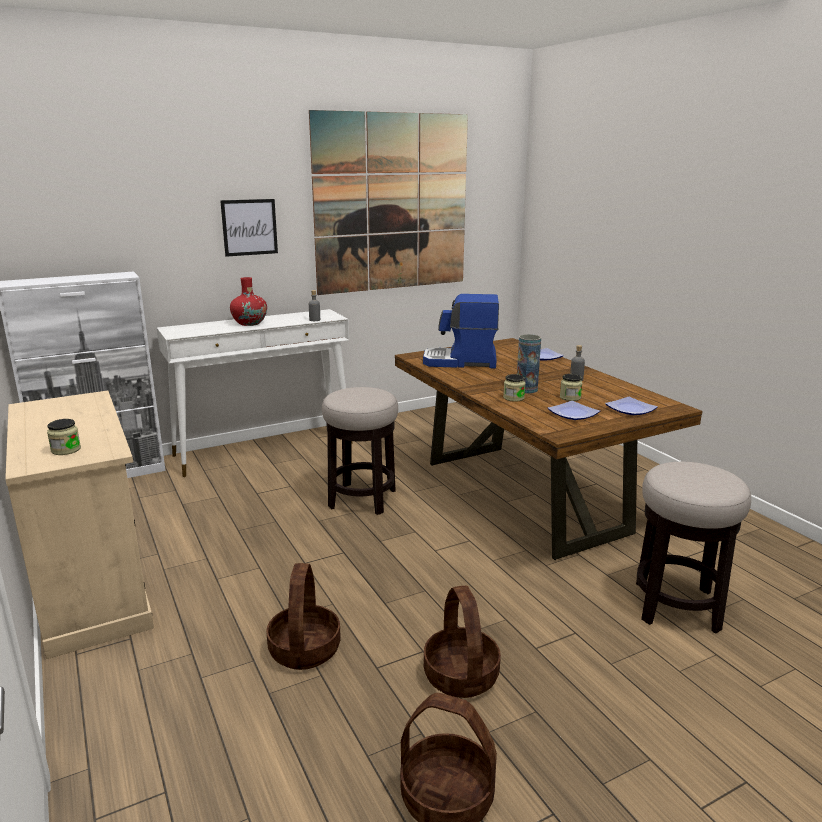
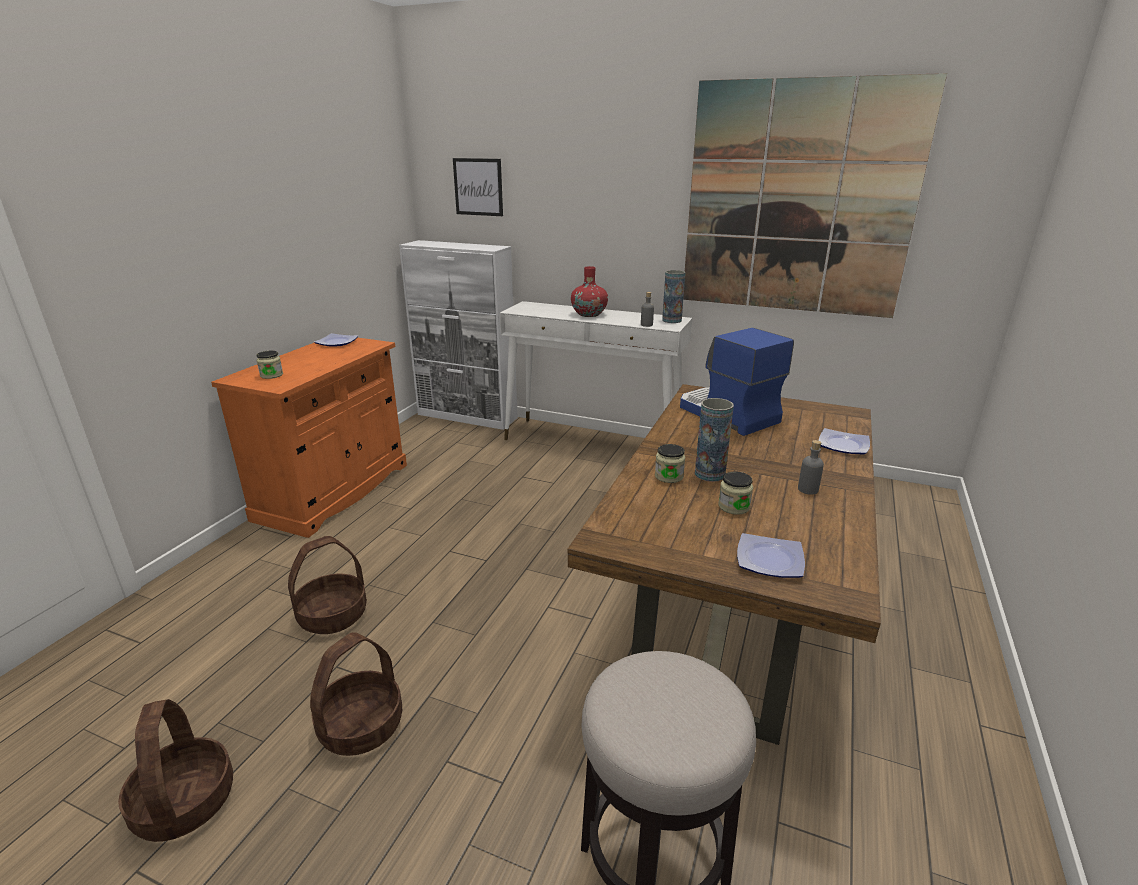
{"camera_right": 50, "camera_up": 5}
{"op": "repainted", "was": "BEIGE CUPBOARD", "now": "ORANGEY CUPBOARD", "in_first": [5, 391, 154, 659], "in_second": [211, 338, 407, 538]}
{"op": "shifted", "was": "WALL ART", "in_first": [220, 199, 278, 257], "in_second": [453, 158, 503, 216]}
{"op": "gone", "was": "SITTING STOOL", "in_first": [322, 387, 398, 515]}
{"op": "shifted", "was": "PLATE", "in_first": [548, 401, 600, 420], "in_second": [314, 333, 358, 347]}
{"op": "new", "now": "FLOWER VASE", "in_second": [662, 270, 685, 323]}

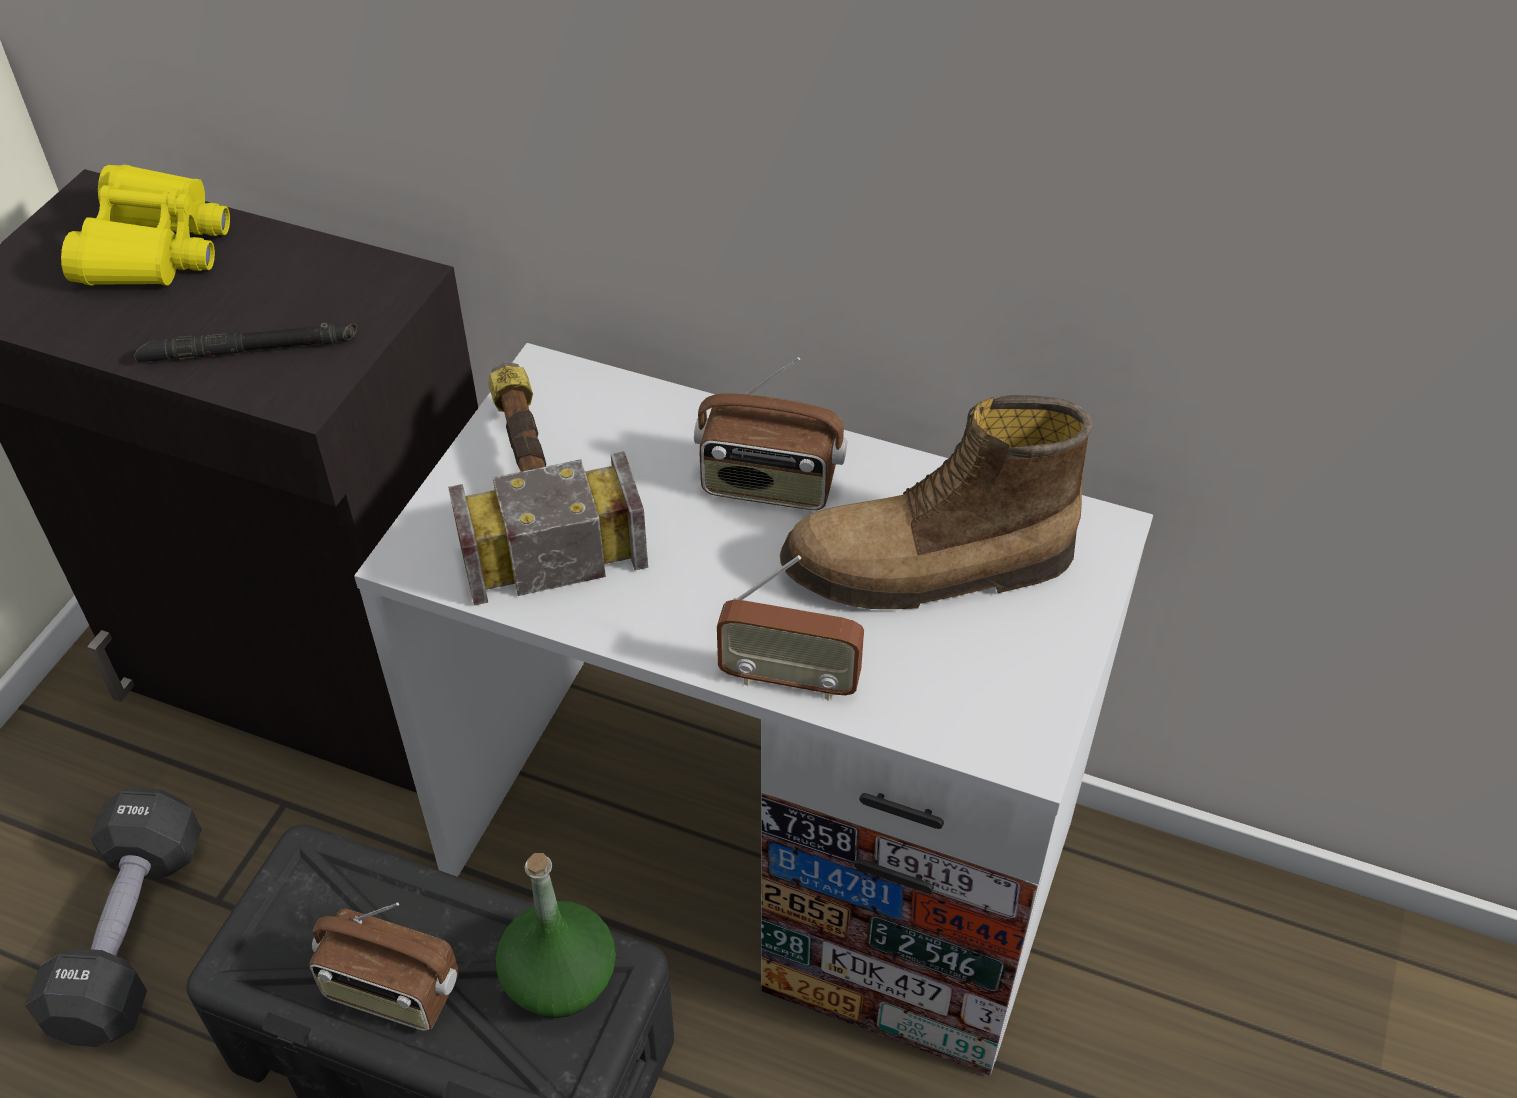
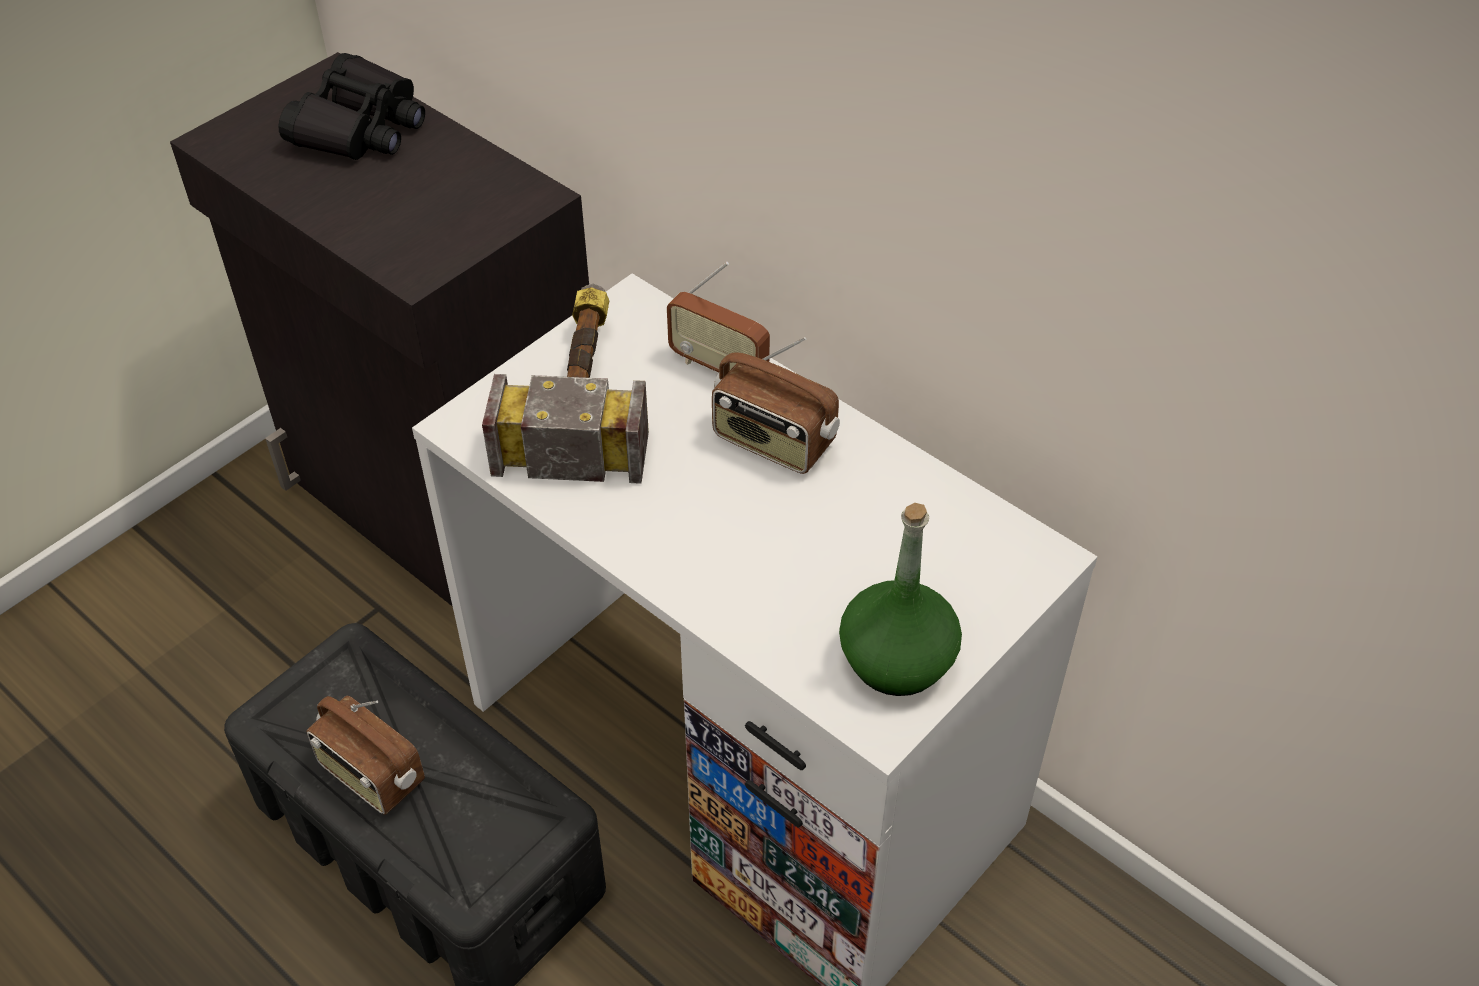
{"camera_right": 20, "camera_up": 0}
{"op": "gone", "was": "BLACKISH FREE WEIGHT", "in_first": [25, 788, 201, 1047]}
{"op": "repainted", "was": "YELLOW-COLOURED BINOCULARS", "now": "BLACKISH BINOCULARS", "in_first": [61, 164, 230, 286], "in_second": [278, 53, 425, 160]}
{"op": "gone", "was": "BLACKISH TORCH", "in_first": [134, 323, 357, 362]}
{"op": "shifted", "was": "GREEN-COLOURED DRINK BOTTLE", "in_first": [496, 853, 616, 1018], "in_second": [839, 503, 962, 696]}
{"op": "shifted", "was": "RADIO RECEIVER", "in_first": [717, 555, 864, 701], "in_second": [667, 262, 770, 372]}
{"op": "gone", "was": "TALL BOOT", "in_first": [780, 395, 1093, 609]}

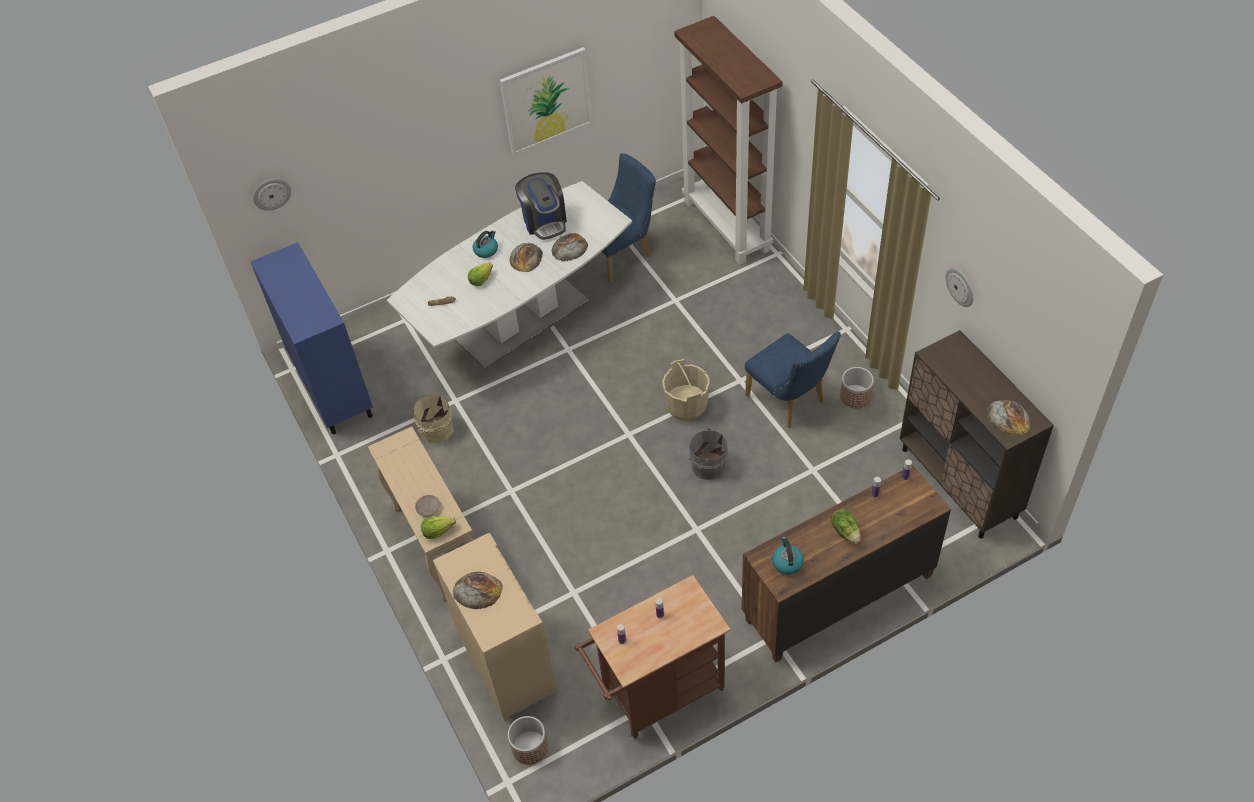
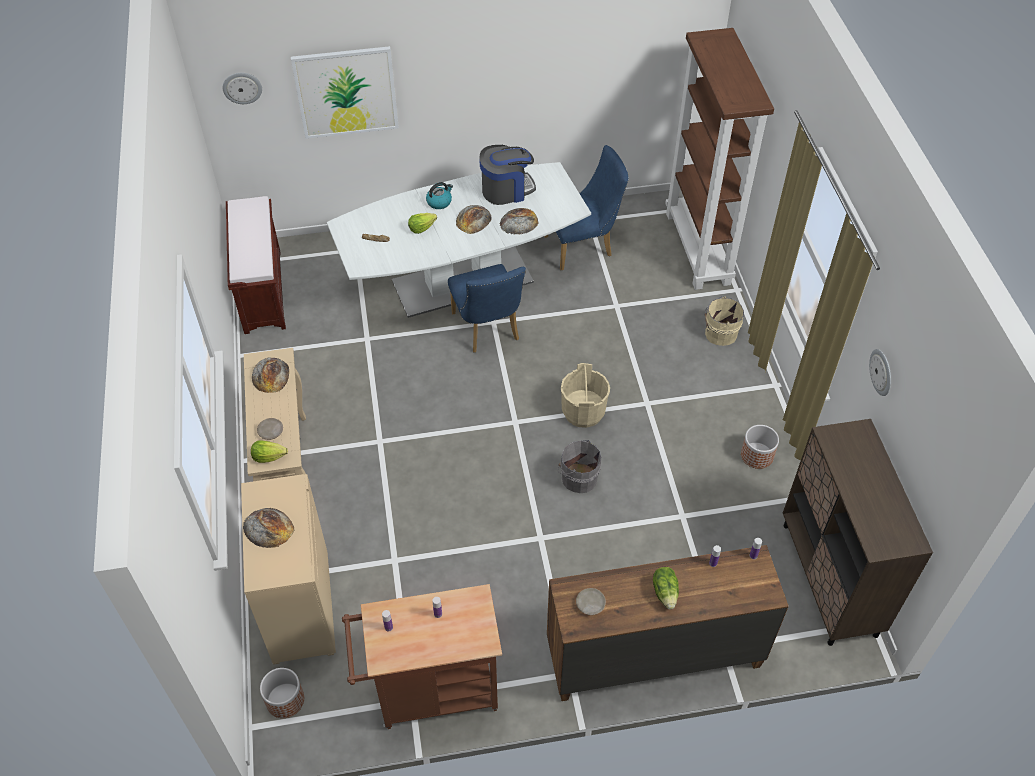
{"camera_right": 15, "camera_up": 0}
{"op": "swapped", "was": "BLUE CUPBOARD", "now": "BROWN LONG SEAT", "in_first": [250, 242, 373, 434], "in_second": [226, 196, 286, 334]}
{"op": "shifted", "was": "BEIGE WATER BUCKET", "in_first": [413, 394, 453, 443], "in_second": [705, 296, 744, 346]}
{"op": "shifted", "was": "WALL ART", "in_first": [500, 47, 593, 155], "in_second": [291, 46, 399, 139]}
{"op": "rotated", "was": "COFFEE MAKER", "in_first": [515, 172, 567, 240], "in_second": [479, 145, 536, 205], "clockwise": -105}
{"op": "shifted", "was": "BLUE UPRIGHT CHAIR", "in_first": [745, 331, 841, 428], "in_second": [448, 264, 526, 353]}
{"op": "swapped", "was": "TEA KETTLE", "now": "BEIGE PLATE", "in_first": [772, 537, 804, 575], "in_second": [576, 588, 606, 615]}
{"op": "shifted", "was": "BAKED BREAD", "in_first": [987, 400, 1031, 436], "in_second": [252, 357, 289, 393]}

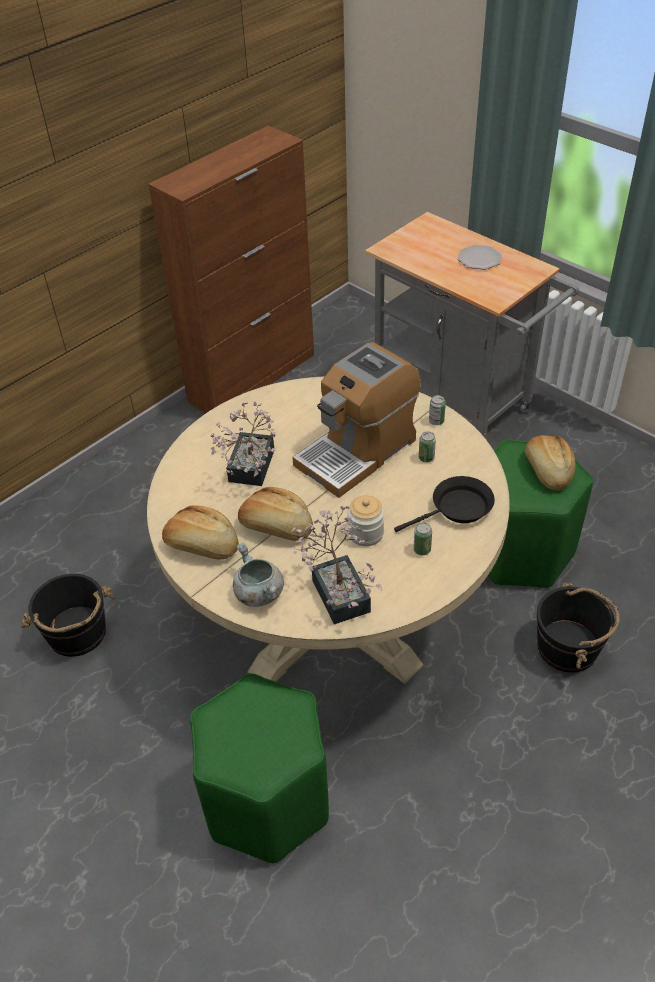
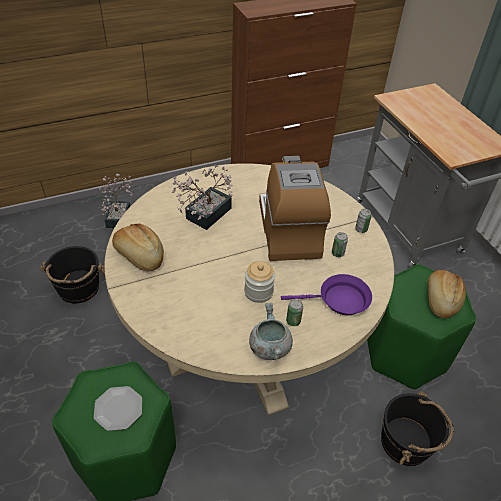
{"camera_right": 20, "camera_up": 0}
{"op": "shifted", "was": "GREYISH COOKING POT", "in_first": [233, 543, 284, 607], "in_second": [249, 303, 293, 360]}
{"op": "gone", "was": "BAKED BREAD", "in_first": [238, 487, 313, 541]}
{"op": "shifted", "was": "POTTED PLANT", "in_first": [291, 506, 382, 624], "in_second": [99, 174, 133, 228]}
{"op": "rotated", "was": "COFFEE MAKER", "in_first": [292, 342, 421, 498], "in_second": [259, 156, 331, 261], "clockwise": 105}
{"op": "repainted", "was": "BLACKISH PAN", "now": "PURPLISH PAN", "in_first": [394, 476, 495, 532], "in_second": [281, 274, 372, 315]}
{"op": "shifted", "was": "PLATE", "in_first": [458, 245, 502, 270], "in_second": [94, 386, 142, 431]}

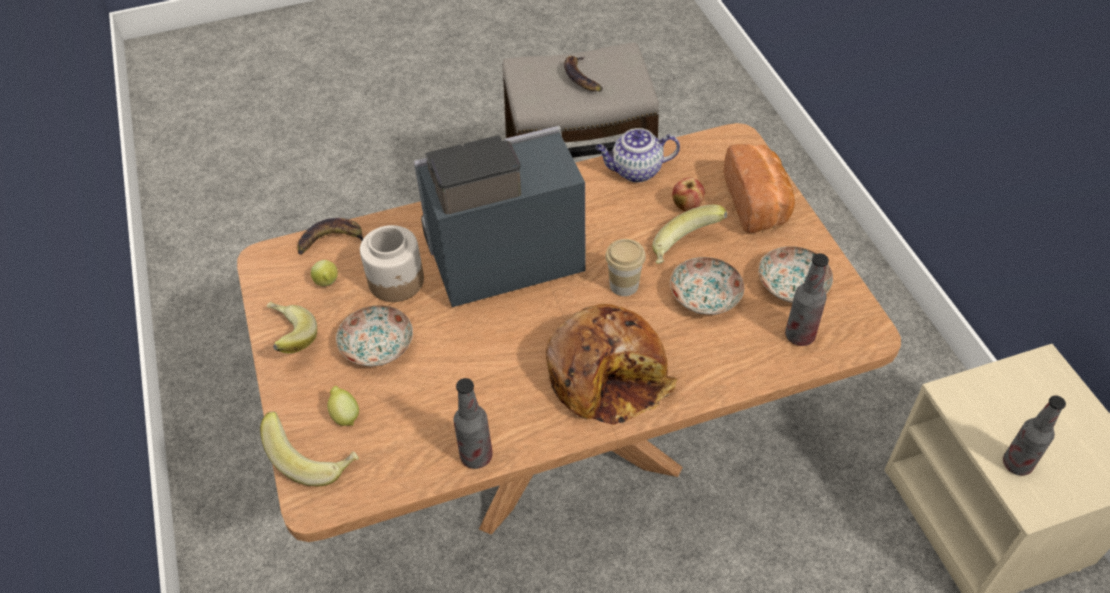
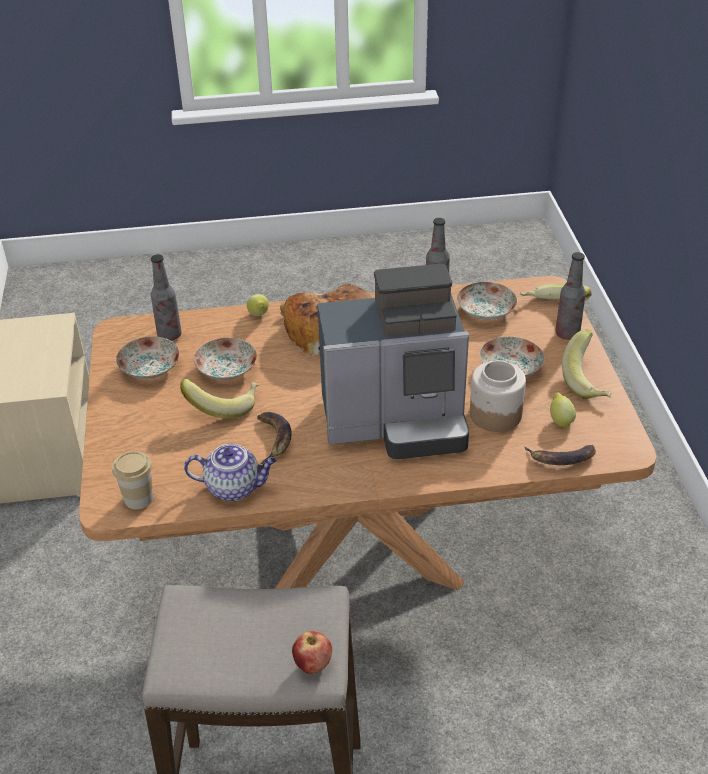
{"camera_right": -170, "camera_up": -10}
{"op": "shifted", "was": "CITRUS FRUIT", "in_first": [327, 386, 359, 426], "in_second": [247, 294, 269, 316]}
{"op": "shifted", "was": "BANANA", "in_first": [564, 56, 603, 91], "in_second": [257, 412, 292, 464]}
{"op": "shifted", "was": "CUP", "in_first": [605, 239, 646, 296], "in_second": [112, 451, 153, 509]}
{"op": "shifted", "was": "APPLE FRUIT", "in_first": [672, 177, 705, 211], "in_second": [292, 631, 332, 674]}
{"op": "gone", "was": "BAKED BREAD", "in_first": [724, 144, 795, 233]}
{"op": "shifted", "was": "DRINK BOTTLE", "in_first": [1003, 395, 1066, 476], "in_second": [555, 252, 586, 340]}
{"op": "new", "now": "PLATE", "in_second": [457, 282, 517, 320]}

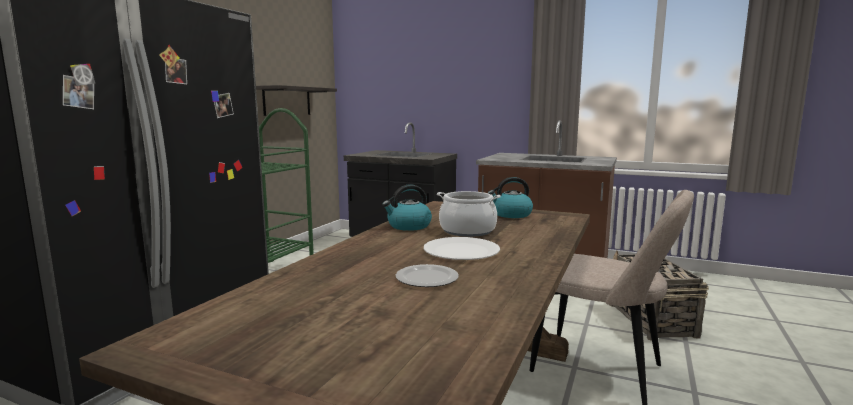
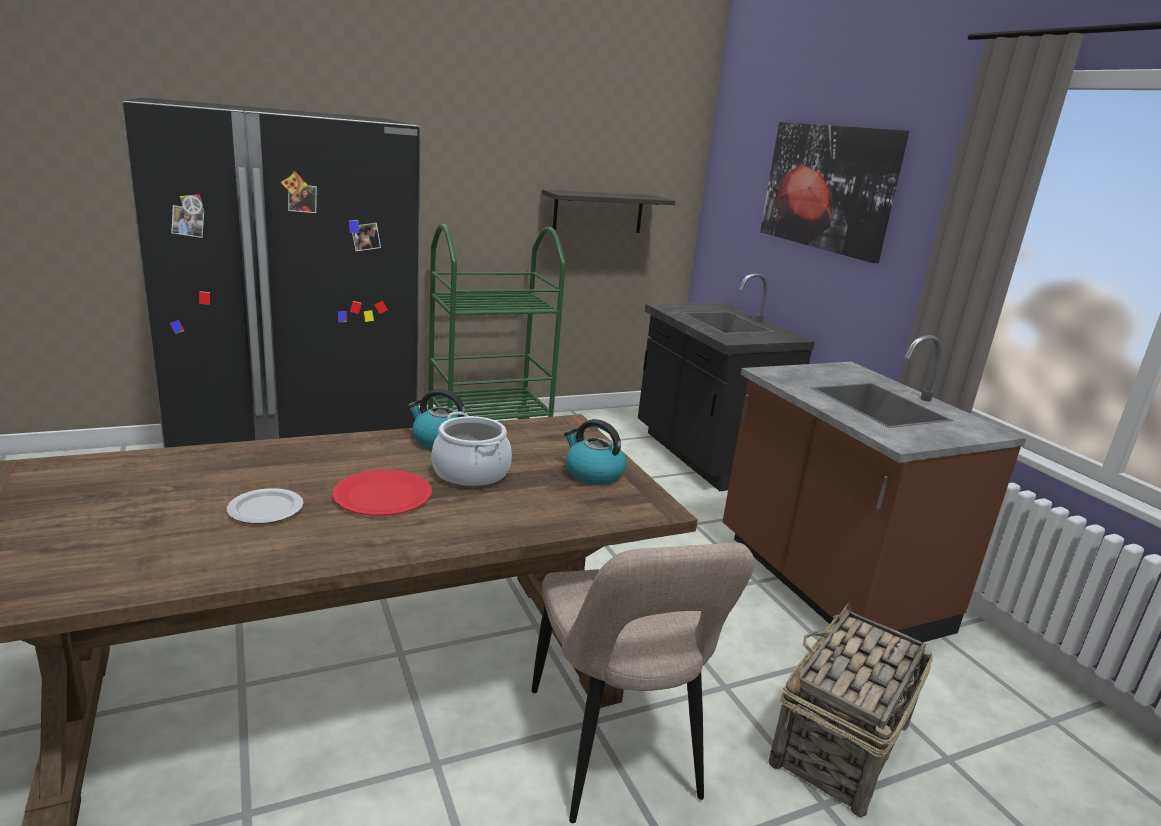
{"camera_right": 40, "camera_up": 10}
{"op": "repainted", "was": "WHITE-COLOURED PLATE", "now": "REDDISH PLATE", "in_first": [424, 237, 500, 260], "in_second": [332, 469, 432, 516]}
{"op": "new", "now": "WALL ART", "in_second": [760, 122, 909, 263]}

